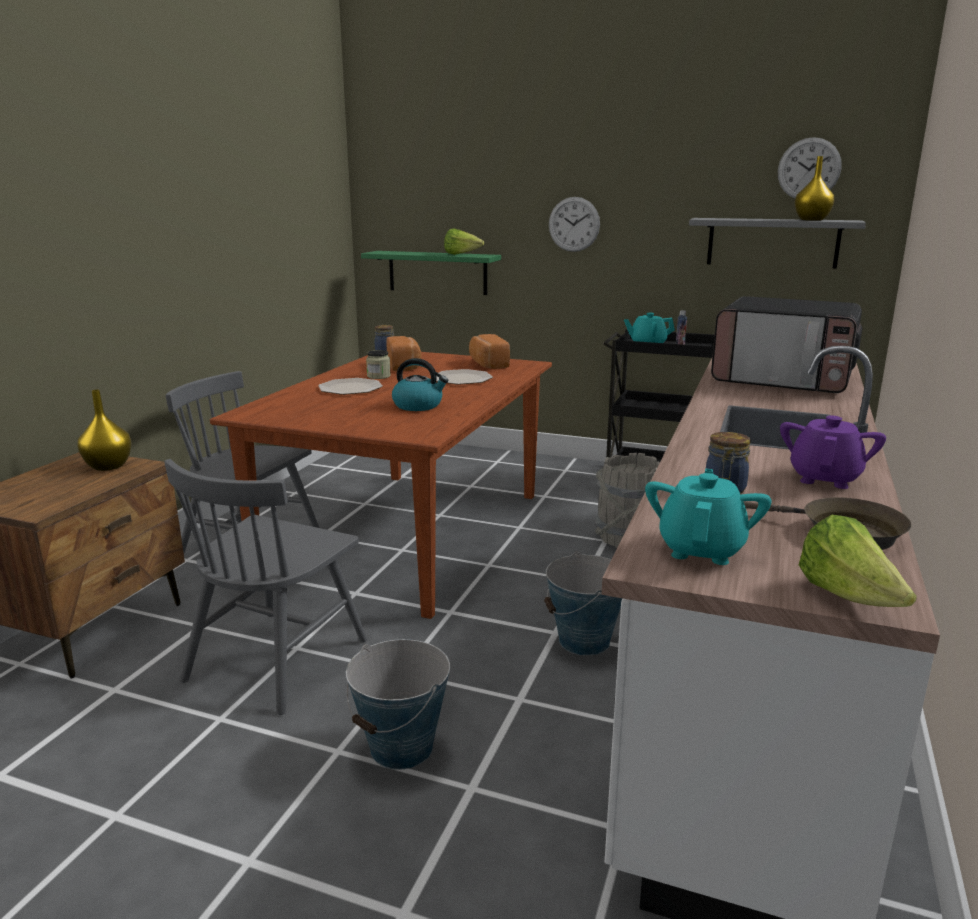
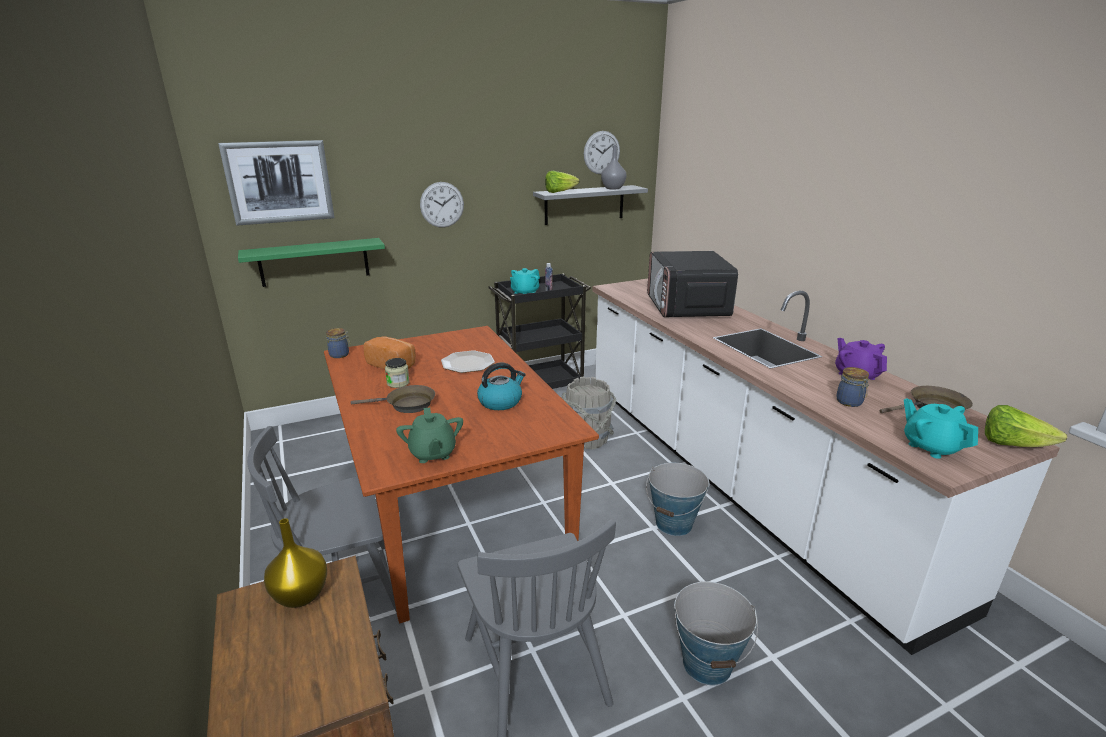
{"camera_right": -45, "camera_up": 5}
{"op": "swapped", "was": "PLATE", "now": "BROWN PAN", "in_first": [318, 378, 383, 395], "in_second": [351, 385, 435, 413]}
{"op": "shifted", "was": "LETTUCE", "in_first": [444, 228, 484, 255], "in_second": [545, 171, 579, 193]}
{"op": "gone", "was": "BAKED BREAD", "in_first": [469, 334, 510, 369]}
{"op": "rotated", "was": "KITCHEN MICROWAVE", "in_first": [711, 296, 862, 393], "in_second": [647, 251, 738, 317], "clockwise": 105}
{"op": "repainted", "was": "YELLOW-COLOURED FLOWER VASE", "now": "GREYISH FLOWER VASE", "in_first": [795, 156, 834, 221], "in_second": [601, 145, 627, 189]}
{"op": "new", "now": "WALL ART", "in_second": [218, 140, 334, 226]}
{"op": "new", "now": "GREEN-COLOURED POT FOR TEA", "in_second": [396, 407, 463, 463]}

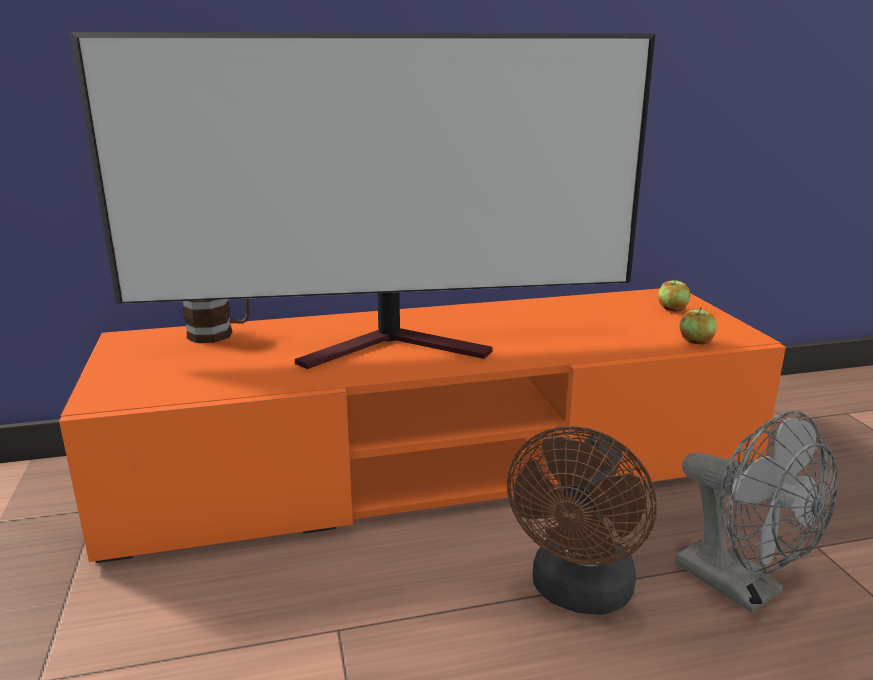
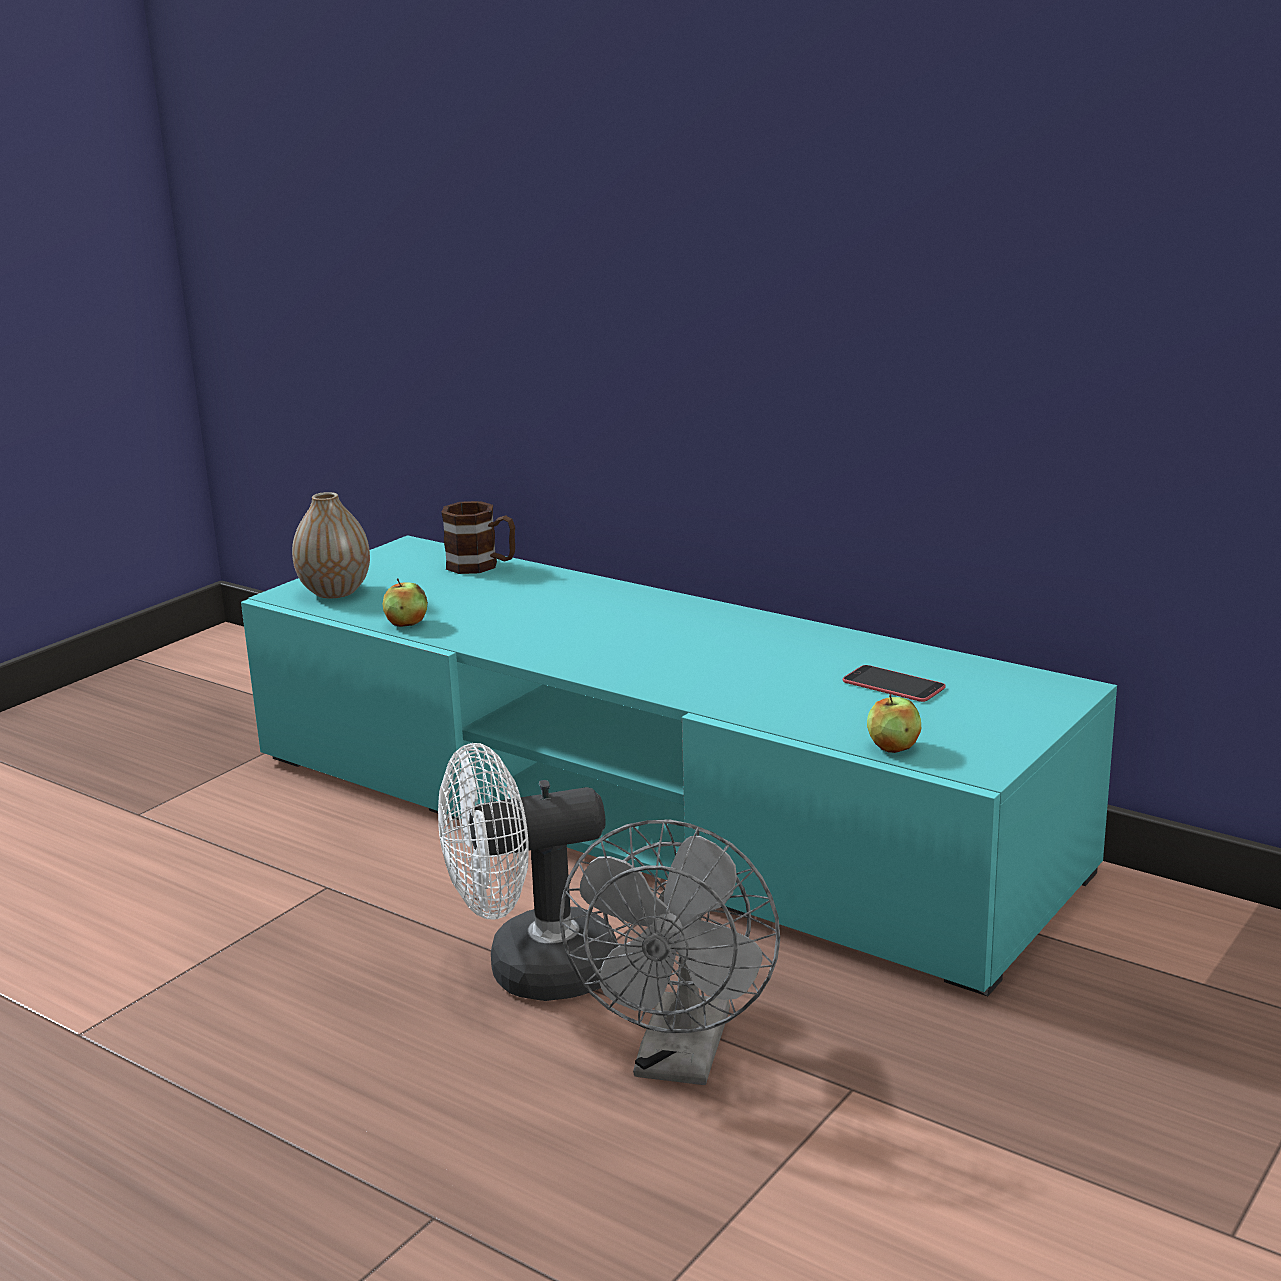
{"camera_right": 50, "camera_up": 0}
{"op": "repainted", "was": "ORANGEY TV STAND", "now": "TURQUOISE-COLOURED TV STAND", "in_first": [59, 288, 786, 563], "in_second": [241, 535, 1117, 996]}
{"op": "gone", "was": "TV", "in_first": [70, 32, 655, 369]}
{"op": "repainted", "was": "BROWN ELECTRIC FAN", "now": "WHITE-COLOURED ELECTRIC FAN", "in_first": [507, 426, 657, 615], "in_second": [438, 743, 618, 1001]}
{"op": "shifted", "was": "APPLE FRUIT", "in_first": [658, 278, 690, 312], "in_second": [382, 578, 428, 627]}
{"op": "new", "now": "FLOWER VASE", "in_second": [292, 492, 370, 598]}
{"op": "new", "now": "HANDSET", "in_second": [843, 665, 945, 702]}

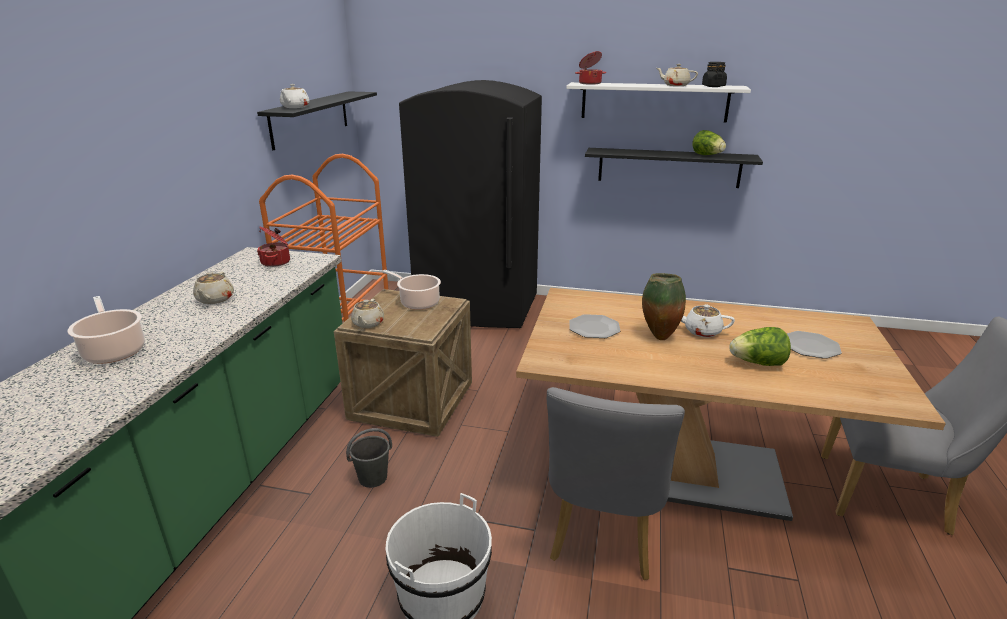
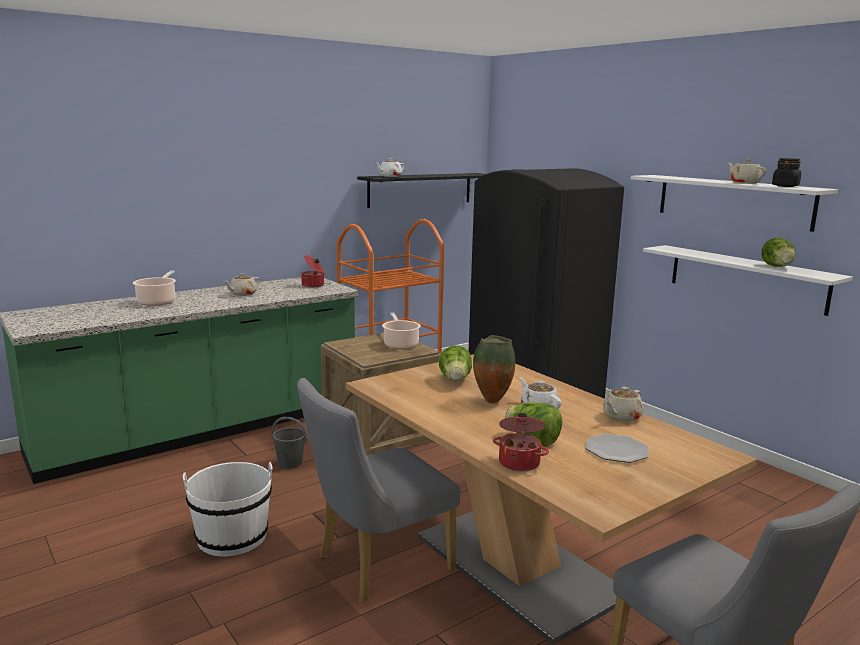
{"camera_right": 40, "camera_up": -10}
{"op": "shifted", "was": "BEIGE POT FOR TEA", "in_first": [351, 299, 384, 328], "in_second": [603, 387, 644, 422]}
{"op": "swapped", "was": "PLATE", "now": "LETTUCE", "in_first": [569, 314, 620, 338], "in_second": [439, 345, 472, 381]}
{"op": "shifted", "was": "COOKING POT", "in_first": [575, 51, 606, 85], "in_second": [493, 413, 549, 472]}
{"op": "repainted", "was": "BLACKISH SHELF", "now": "WHITE-COLOURED SHELF", "in_first": [585, 148, 763, 188], "in_second": [643, 245, 853, 316]}

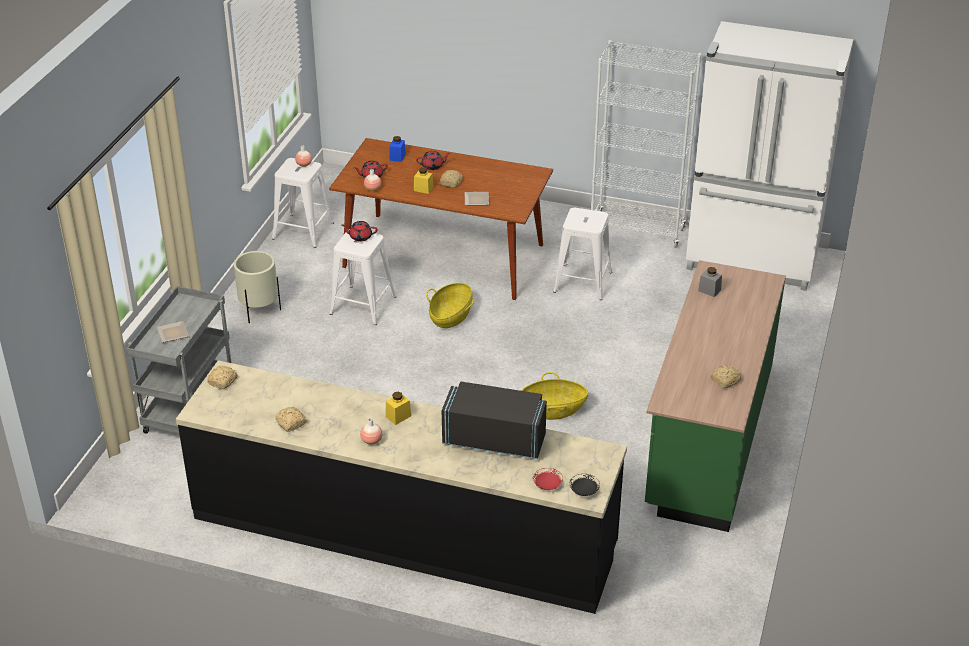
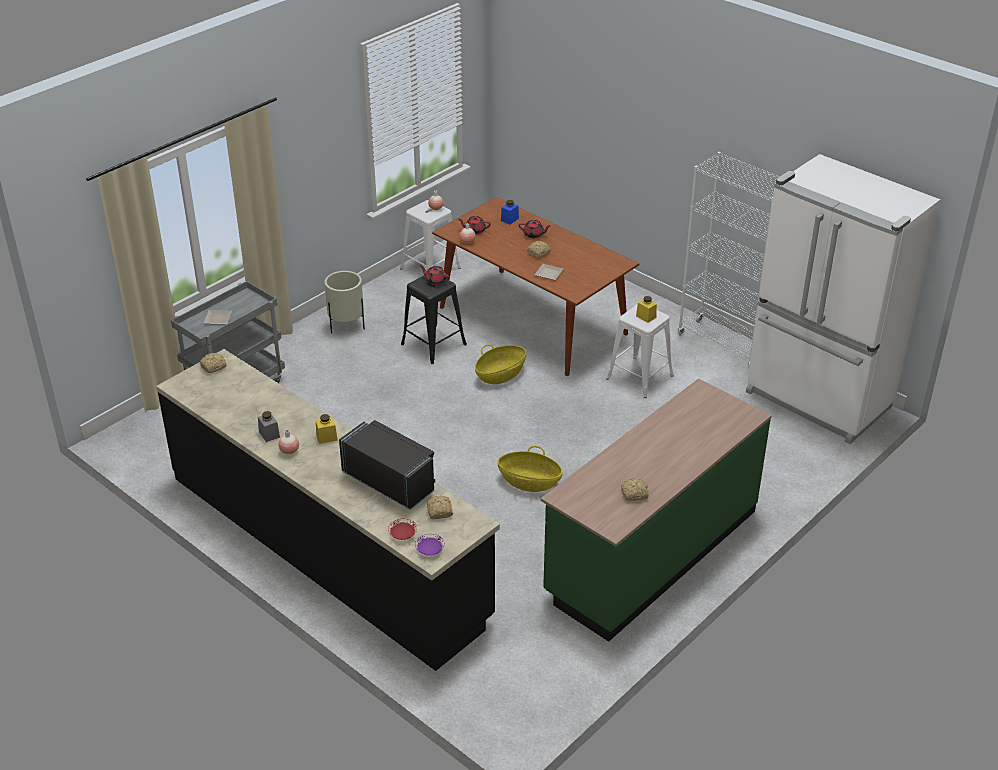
{"camera_right": 25, "camera_up": 0}
{"op": "shifted", "was": "BAKED BREAD", "in_first": [275, 407, 307, 432], "in_second": [427, 496, 453, 519]}
{"op": "repainted", "was": "WHITE-COLOURED SITTING STOOL", "now": "BLACKISH SITTING STOOL", "in_first": [330, 233, 396, 325], "in_second": [401, 275, 467, 364]}
{"op": "shifted", "was": "YELLOW-COLOURED PRESERVE JAR", "in_first": [414, 168, 434, 194], "in_second": [636, 296, 657, 323]}
{"op": "repainted", "was": "BLACKISH PLATE", "now": "PURPLISH PLATE", "in_first": [569, 474, 600, 496], "in_second": [415, 534, 444, 556]}
{"op": "shifted", "was": "GREYISH PRESERVE JAR", "in_first": [698, 267, 722, 297], "in_second": [258, 411, 280, 442]}

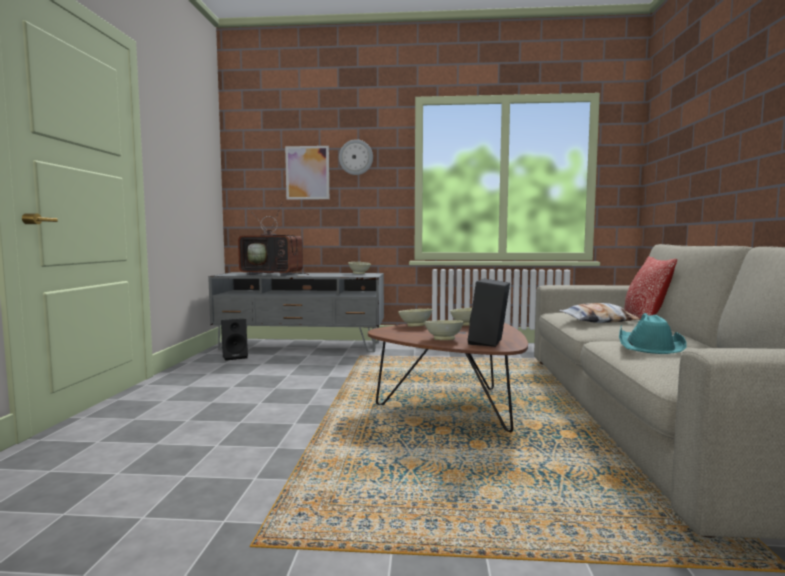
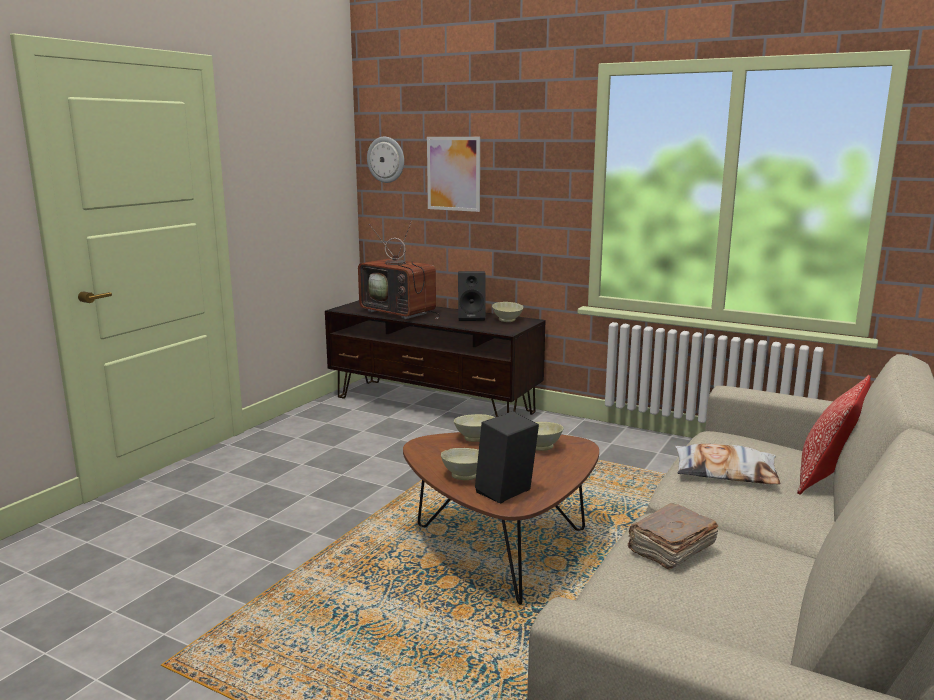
{"camera_right": 25, "camera_up": 10}
{"op": "repainted", "was": "GREYISH TV STAND", "now": "BROWN TV STAND", "in_first": [208, 272, 384, 352], "in_second": [325, 300, 546, 417]}
{"op": "shifted", "was": "BLACKISH AUDIO SPEAKER", "in_first": [221, 319, 248, 361], "in_second": [458, 271, 486, 321]}
{"op": "shifted", "was": "WALL CLOCK", "in_first": [339, 139, 373, 175], "in_second": [367, 137, 404, 183]}
{"op": "swapped", "was": "TURQUOISE-COLOURED CLOTHING HAT", "now": "BROWN BOOK", "in_first": [619, 313, 687, 354], "in_second": [628, 503, 718, 570]}

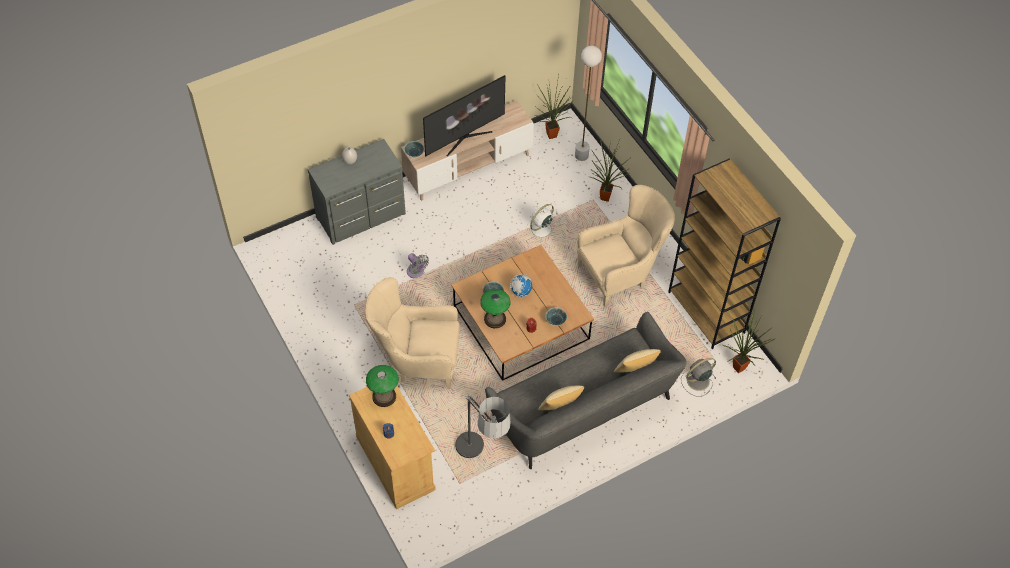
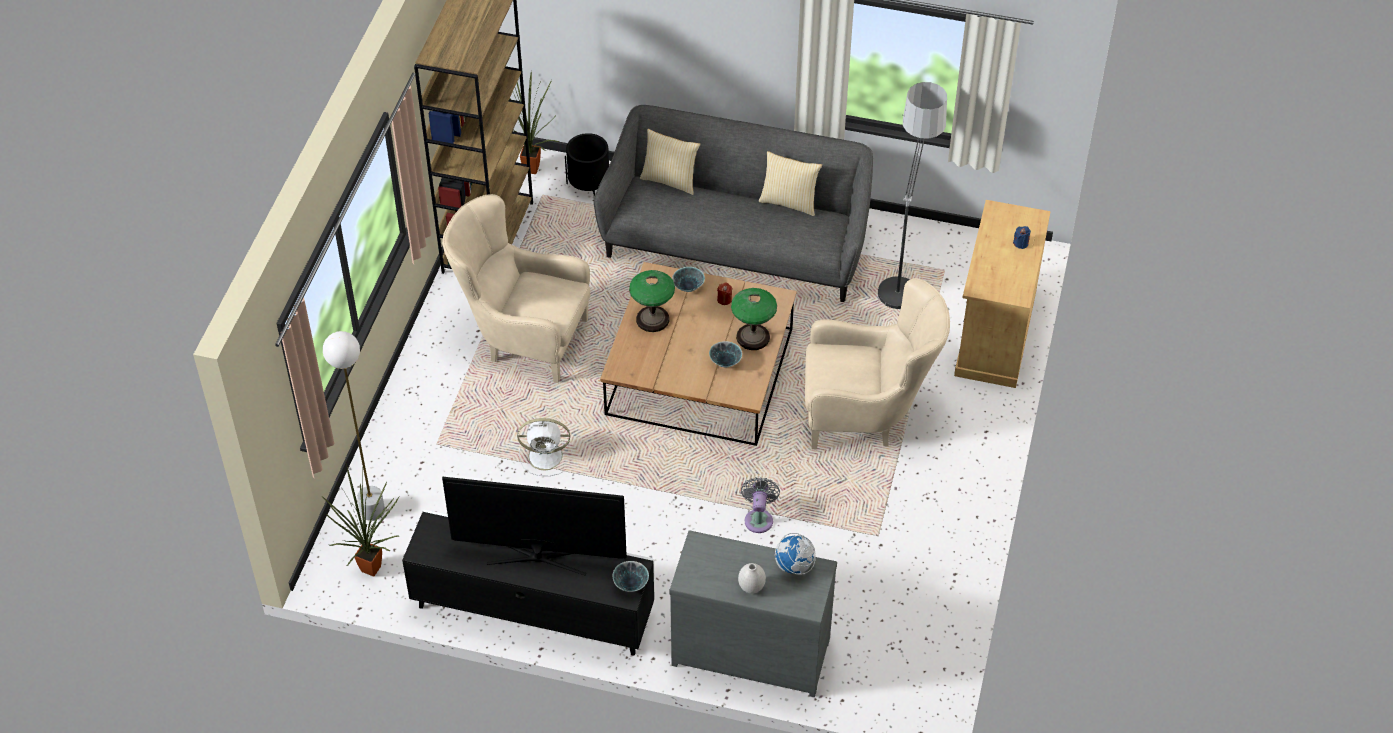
{"camera_right": -135, "camera_up": -5}
{"op": "rotated", "was": "BEIGE ARMCHAIR", "in_first": [364, 277, 460, 389], "in_second": [805, 278, 950, 449], "clockwise": -45}
{"op": "shifted", "was": "LAMP FOR A TABLE", "in_first": [366, 365, 399, 407], "in_second": [629, 270, 675, 332]}
{"op": "repainted", "was": "BEIGE TV STAND", "now": "BLACKISH TV STAND", "in_first": [401, 100, 534, 201], "in_second": [402, 510, 655, 656]}
{"op": "shifted", "was": "GLOBE", "in_first": [510, 274, 532, 297], "in_second": [775, 533, 816, 574]}
{"op": "gone", "was": "POTTED PLANT", "in_first": [591, 140, 631, 202]}
{"op": "swapped", "was": "GREYISH ELECTRIC FAN", "now": "BLACKISH PLANT POT", "in_first": [681, 358, 716, 397], "in_second": [565, 133, 609, 195]}

